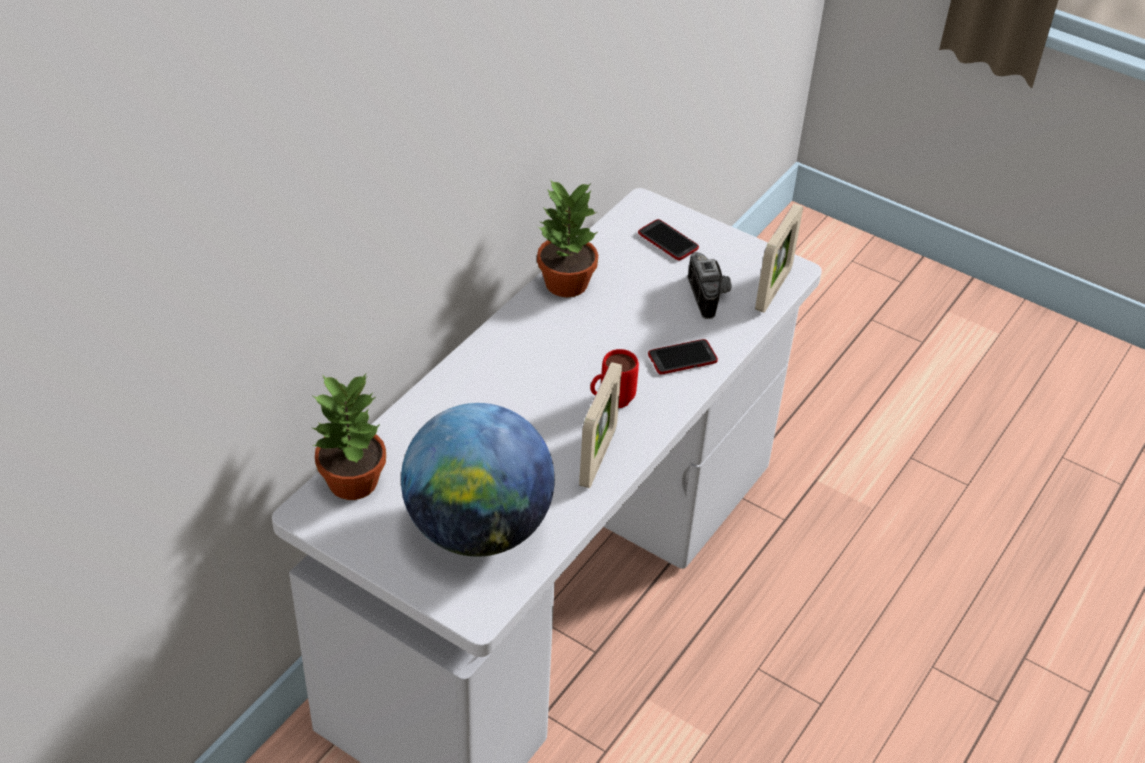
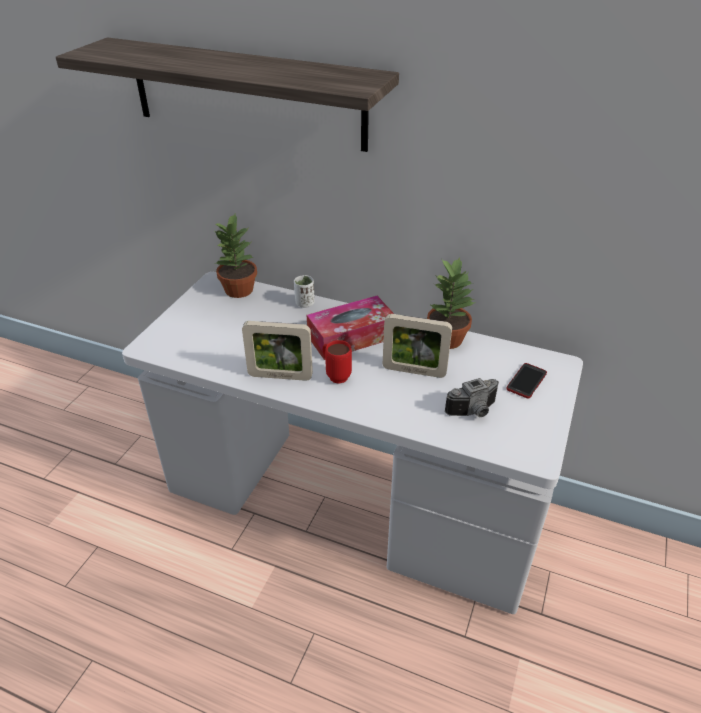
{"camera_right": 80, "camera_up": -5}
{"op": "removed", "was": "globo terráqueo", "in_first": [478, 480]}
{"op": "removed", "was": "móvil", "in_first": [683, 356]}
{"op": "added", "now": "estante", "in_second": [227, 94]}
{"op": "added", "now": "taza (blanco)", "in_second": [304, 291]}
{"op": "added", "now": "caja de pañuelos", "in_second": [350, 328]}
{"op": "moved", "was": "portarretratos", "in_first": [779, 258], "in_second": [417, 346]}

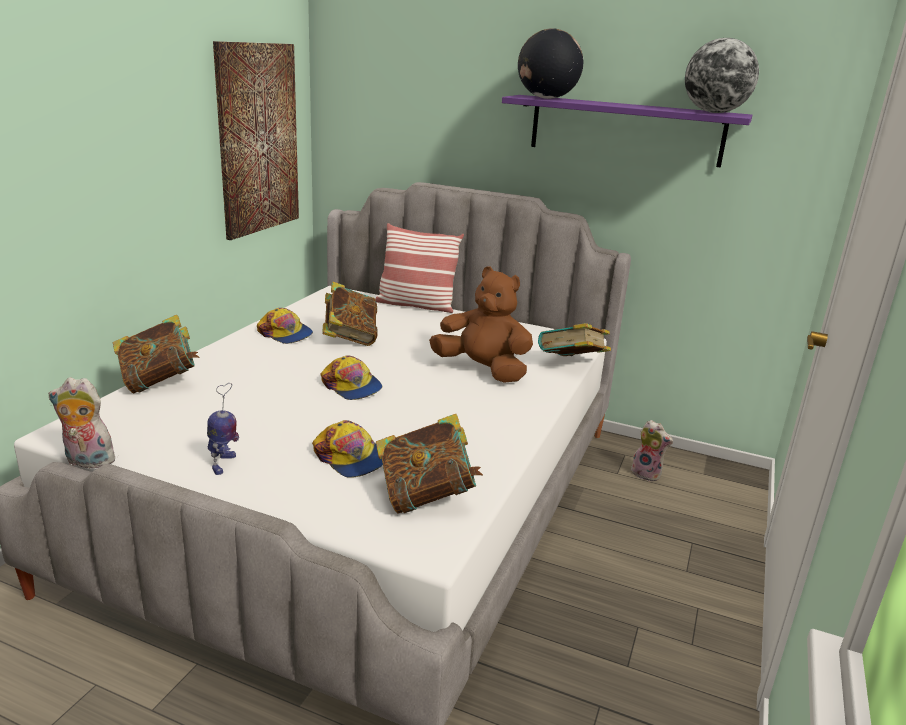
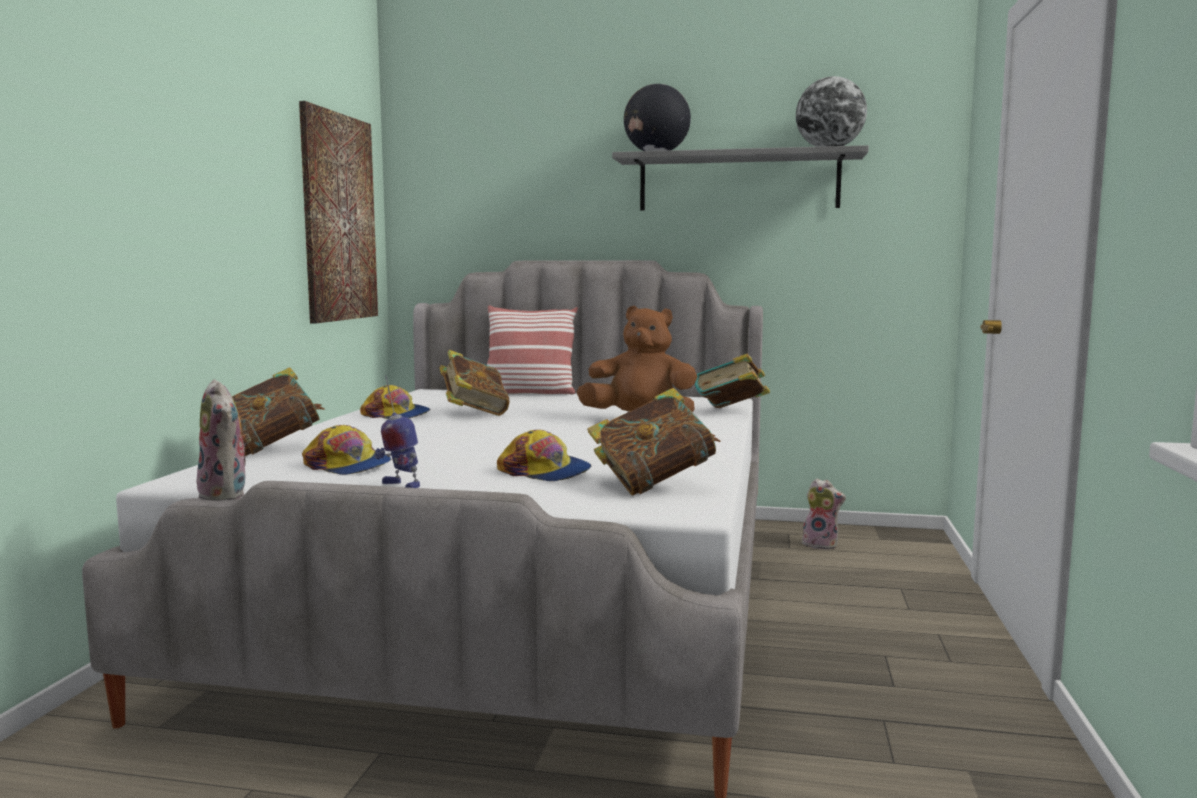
{"camera_right": -10, "camera_up": -15}
{"op": "moved", "was": "gorra", "in_first": [351, 377], "in_second": [346, 450]}
{"op": "recoloured", "was": "estante (morado)", "now": "estante (gris)", "in_first": [627, 131], "in_second": [740, 178]}
{"op": "turned", "was": "peluche", "in_first": [83, 422], "in_second": [224, 440], "clockwise": -120}
{"op": "turned", "was": "robot de juguete", "in_first": [223, 429], "in_second": [397, 431], "clockwise": 135}

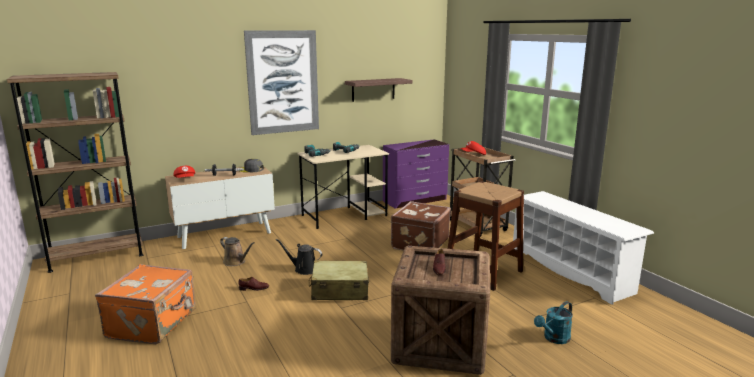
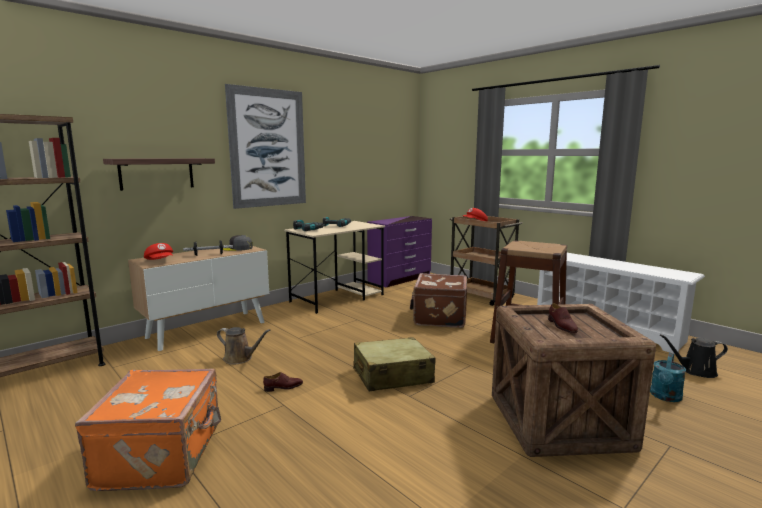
{"camera_right": -15, "camera_up": -5}
{"op": "moved", "was": "regadera (negro)", "in_first": [299, 257], "in_second": [694, 356]}
{"op": "moved", "was": "estante", "in_first": [378, 90], "in_second": [159, 174]}

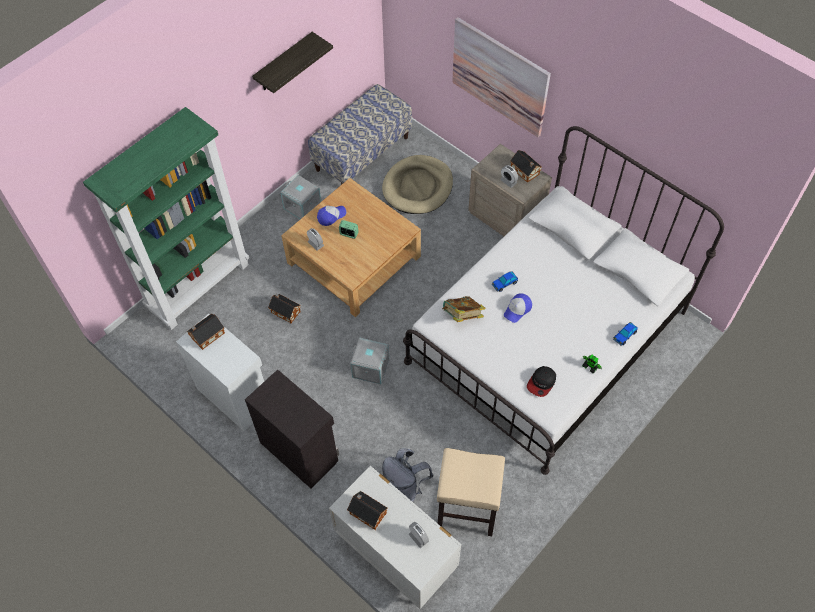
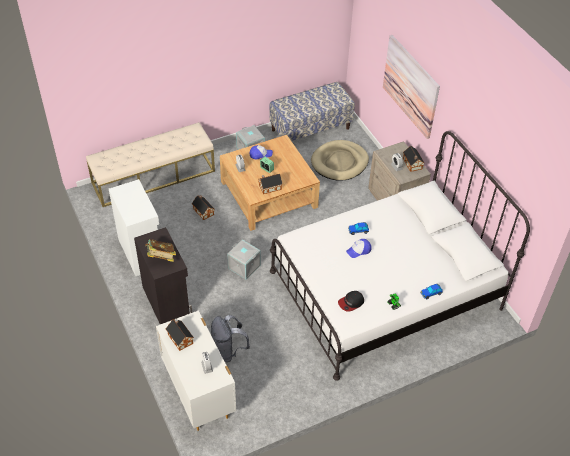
{"camera_right": 20, "camera_up": -10}
{"op": "removed", "was": "estante", "in_first": [292, 62]}
{"op": "removed", "was": "taburete (beis)", "in_first": [471, 492]}
{"op": "moved", "was": "casita", "in_first": [206, 332], "in_second": [270, 184]}
{"op": "moved", "was": "libro", "in_first": [463, 309], "in_second": [160, 250]}
{"op": "replaced", "was": "estantería (verde)", "now": "banco (beis)", "in_first": [166, 218], "in_second": [150, 164]}

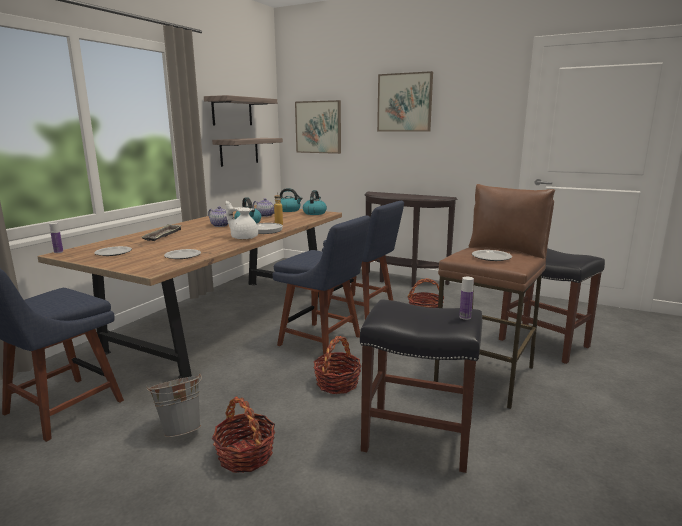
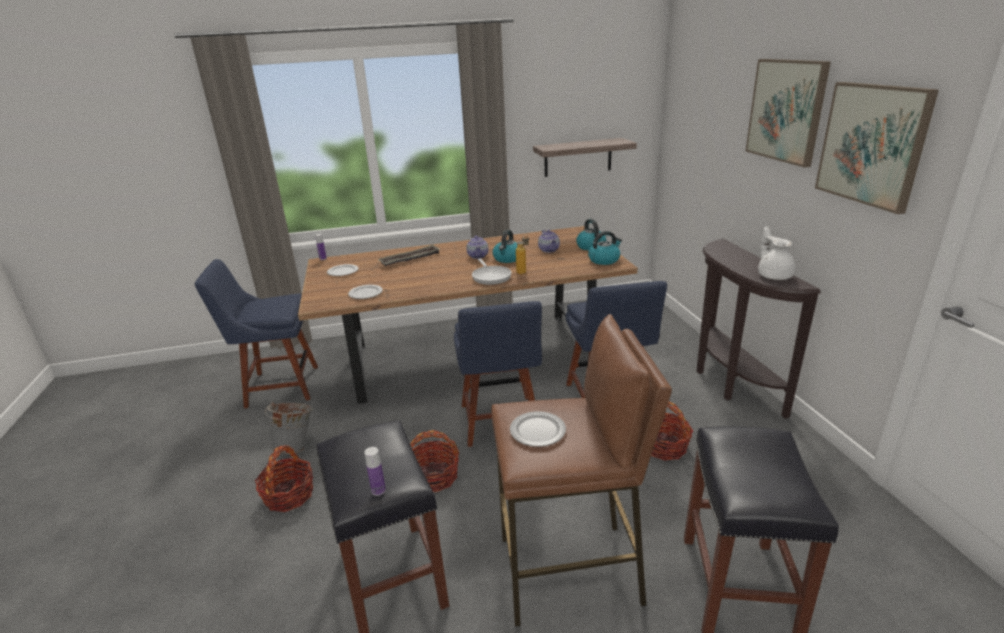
{"camera_right": 50, "camera_up": 10}
{"op": "removed", "was": "estante", "in_first": [240, 110]}
{"op": "moved", "was": "tetera (blanco)", "in_first": [242, 220], "in_second": [776, 253]}
{"op": "moved", "was": "cuadro", "in_first": [318, 127], "in_second": [877, 148]}

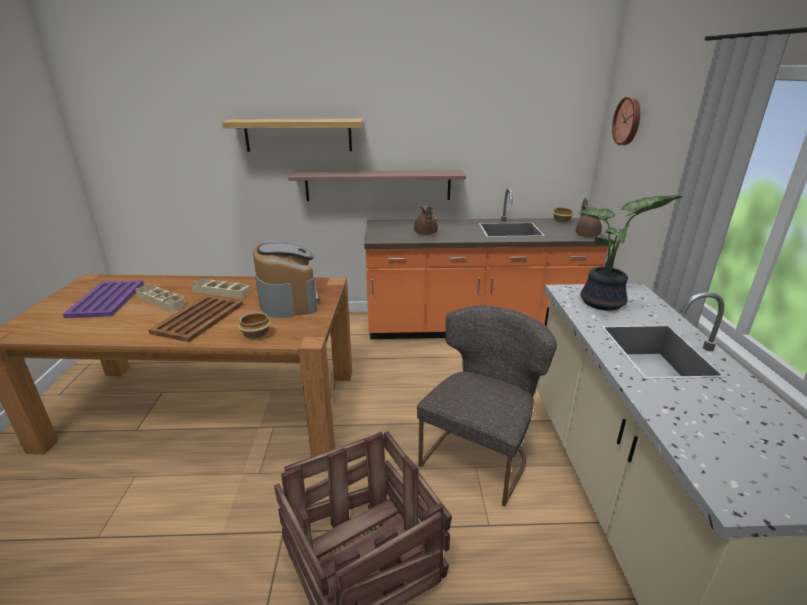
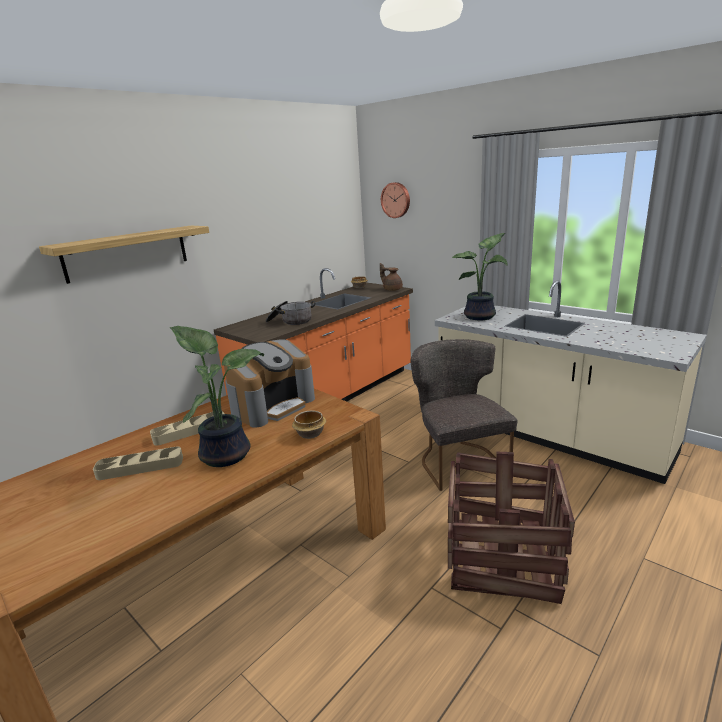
{"camera_right": -45, "camera_up": -5}
{"op": "removed", "was": "bandeja (morado)", "in_first": [103, 299]}
{"op": "removed", "was": "estante", "in_first": [377, 185]}
{"op": "replaced", "was": "bandeja (marrón)", "now": "planta en maceta", "in_first": [196, 318], "in_second": [217, 396]}
{"op": "replaced", "was": "tetera (marrón)", "now": "olla", "in_first": [426, 220], "in_second": [291, 313]}
{"op": "turned", "was": "cafetera", "in_first": [286, 278], "in_second": [269, 384], "clockwise": 105}

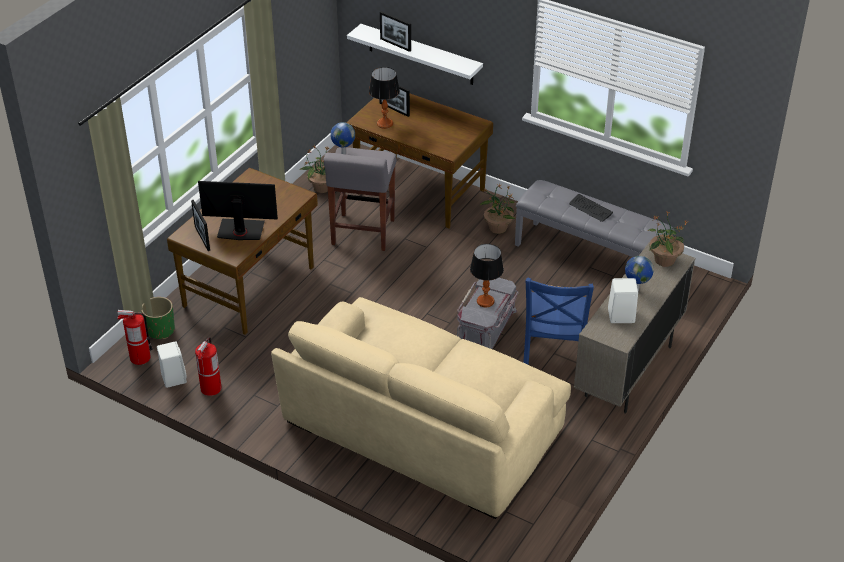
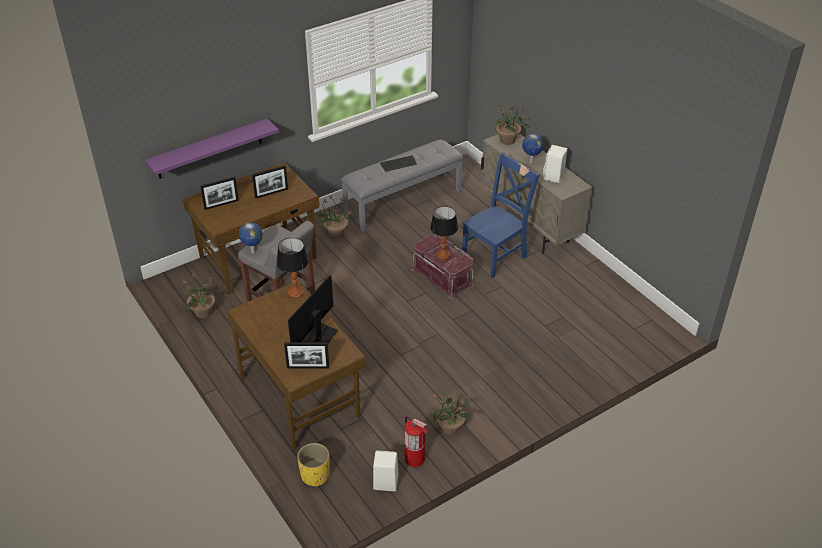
{"camera_right": -65, "camera_up": 0}
{"op": "removed", "was": "extintor", "in_first": [135, 337]}
{"op": "removed", "was": "sofá (beis)", "in_first": [421, 408]}
{"op": "added", "now": "planta en maceta", "in_second": [452, 412]}
{"op": "moved", "was": "lámpara de mesa", "in_first": [384, 98], "in_second": [293, 268]}
{"op": "moved", "was": "portarretratos", "in_first": [395, 31], "in_second": [270, 181]}
{"op": "recoloured", "was": "maceta (verde)", "now": "maceta (amarillo)", "in_first": [158, 318], "in_second": [313, 465]}
{"op": "recoloured", "was": "estante (blanco)", "now": "estante (morado)", "in_first": [415, 54], "in_second": [212, 148]}
{"op": "recoloured", "was": "caja de almacenaje (gris)", "now": "caja de almacenaje (rojo)", "in_first": [487, 313], "in_second": [443, 267]}
{"op": "turned", "was": "silla (azul)", "in_first": [558, 321], "in_second": [501, 215], "clockwise": -75}

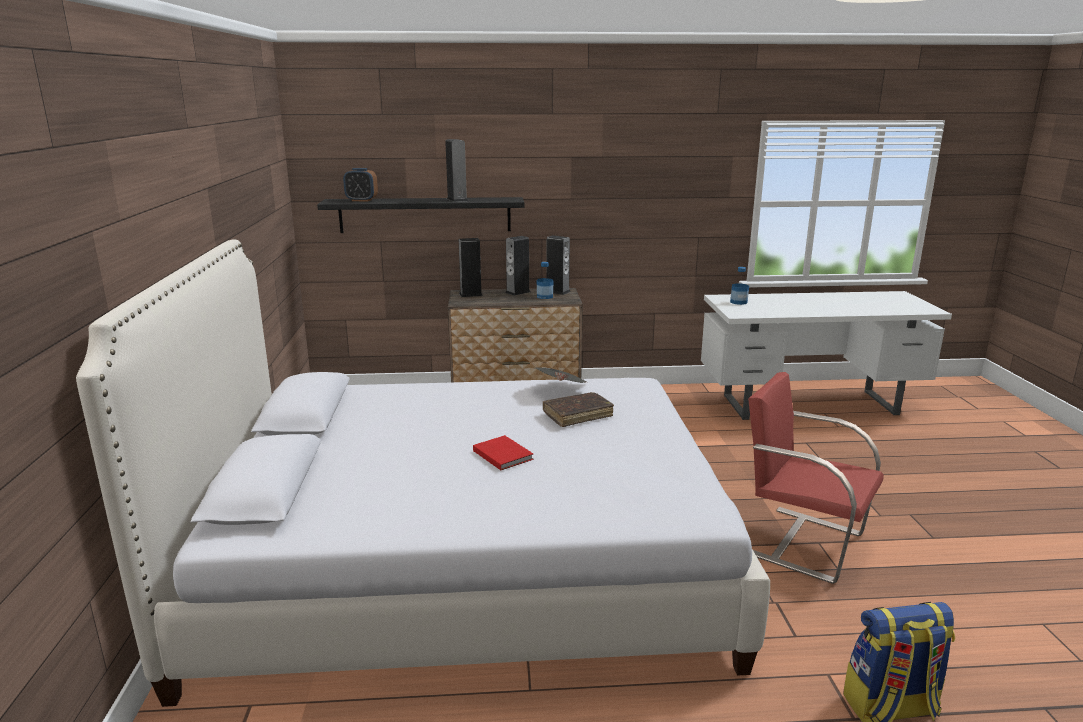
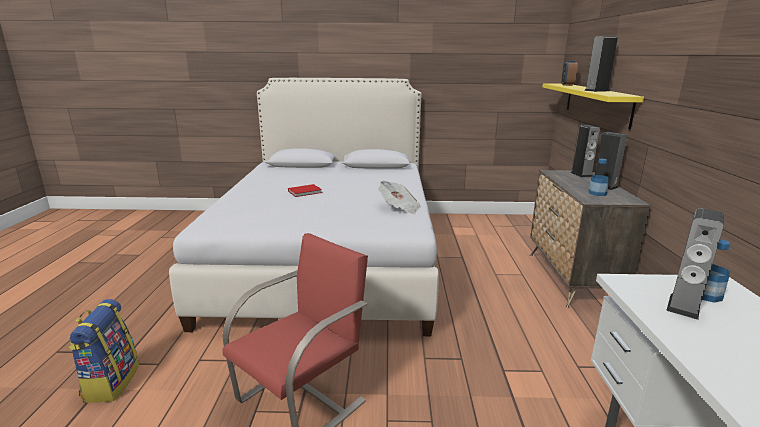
{"camera_right": 95, "camera_up": 0}
{"op": "removed", "was": "libro (marrón)", "in_first": [578, 409]}
{"op": "moved", "was": "altavoz", "in_first": [559, 265], "in_second": [695, 264]}
{"op": "recoloured", "was": "estante (negro)", "now": "estante (amarillo)", "in_first": [421, 215], "in_second": [593, 106]}

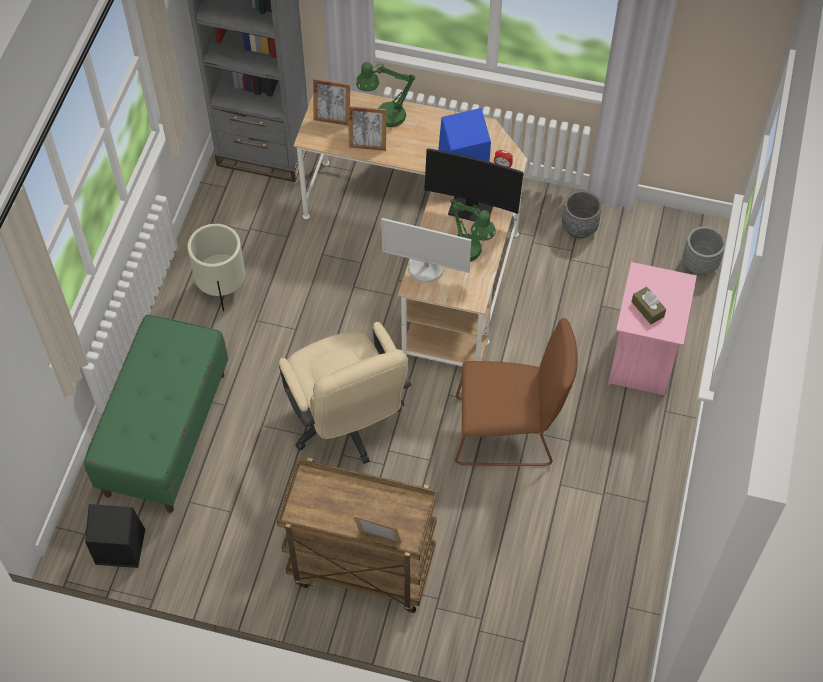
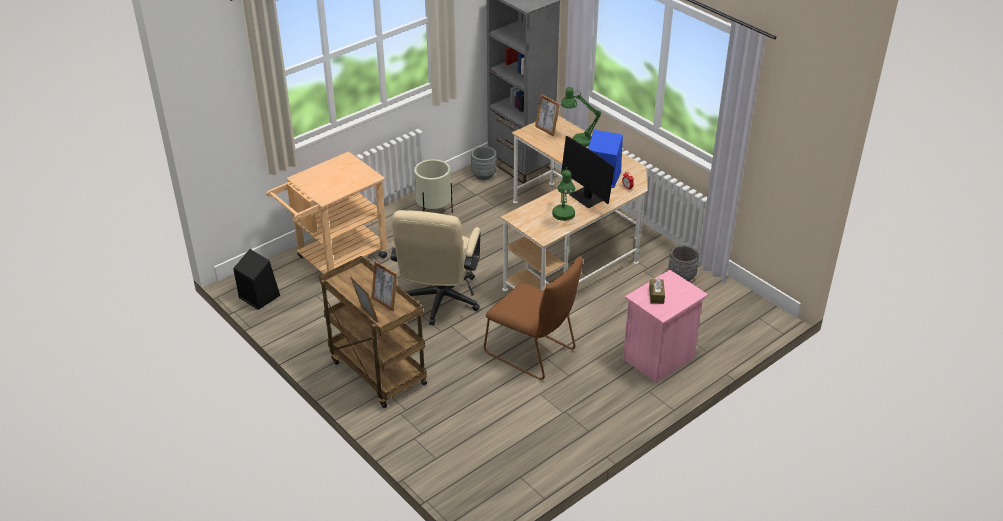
{"camera_right": 35, "camera_up": -20}
{"op": "removed", "was": "monitor", "in_first": [426, 250]}
{"op": "moved", "was": "portarretratos", "in_first": [367, 128], "in_second": [384, 286]}
{"op": "moved", "was": "maceta (gris)", "in_first": [704, 250], "in_second": [484, 163]}
{"op": "replaced", "was": "banco (verde)", "now": "carrito (beis)", "in_first": [156, 414], "in_second": [327, 212]}

